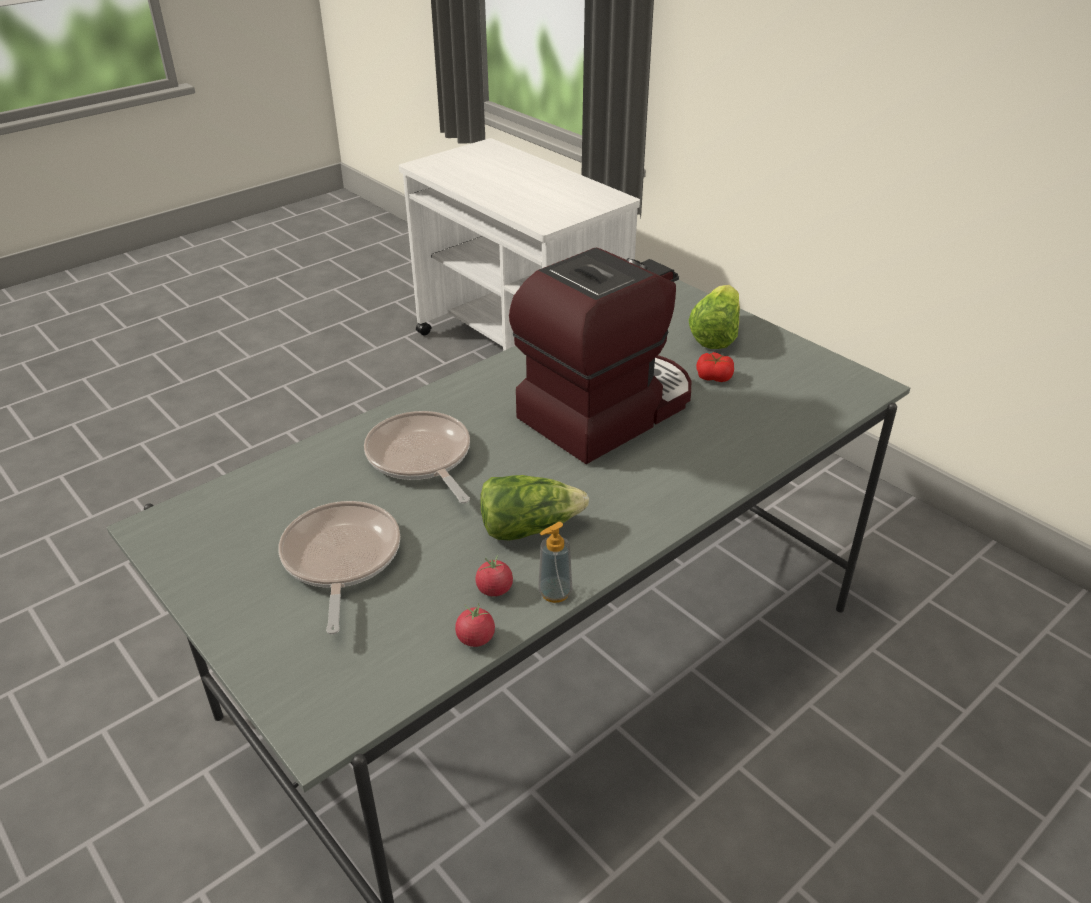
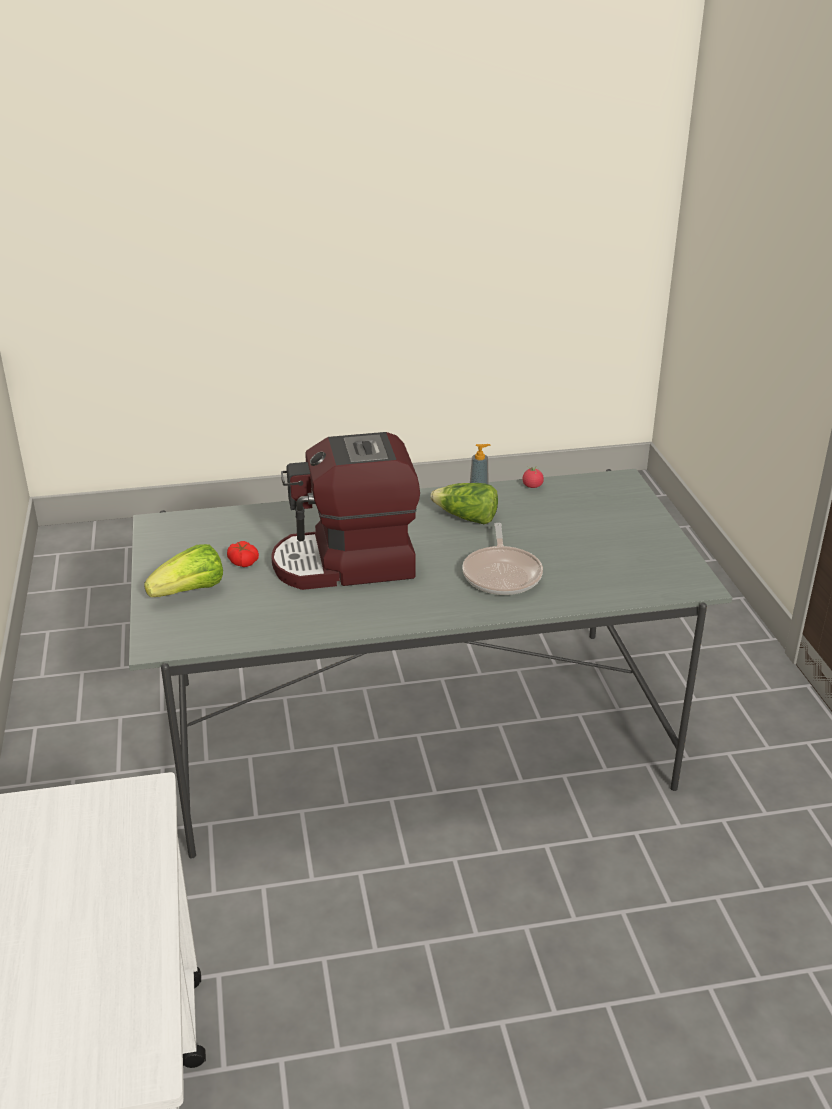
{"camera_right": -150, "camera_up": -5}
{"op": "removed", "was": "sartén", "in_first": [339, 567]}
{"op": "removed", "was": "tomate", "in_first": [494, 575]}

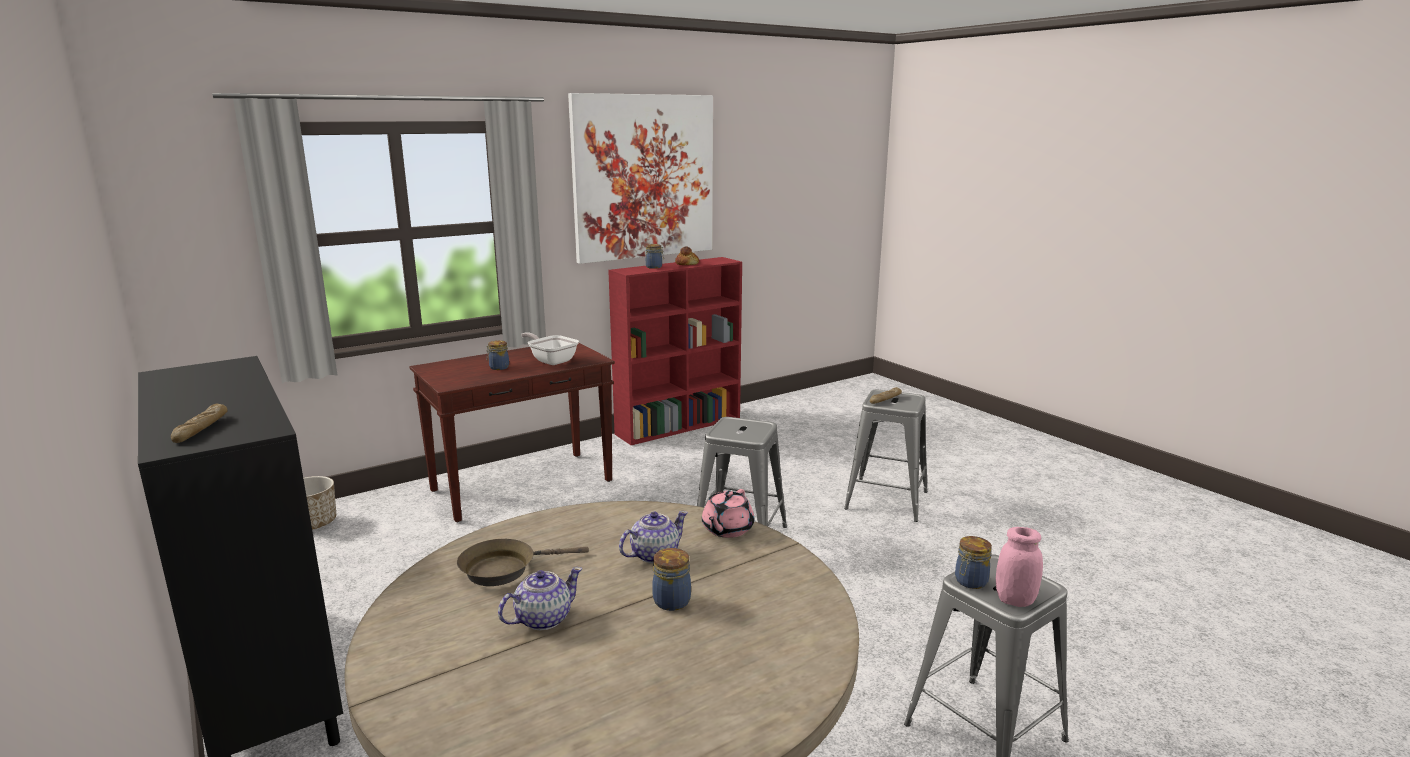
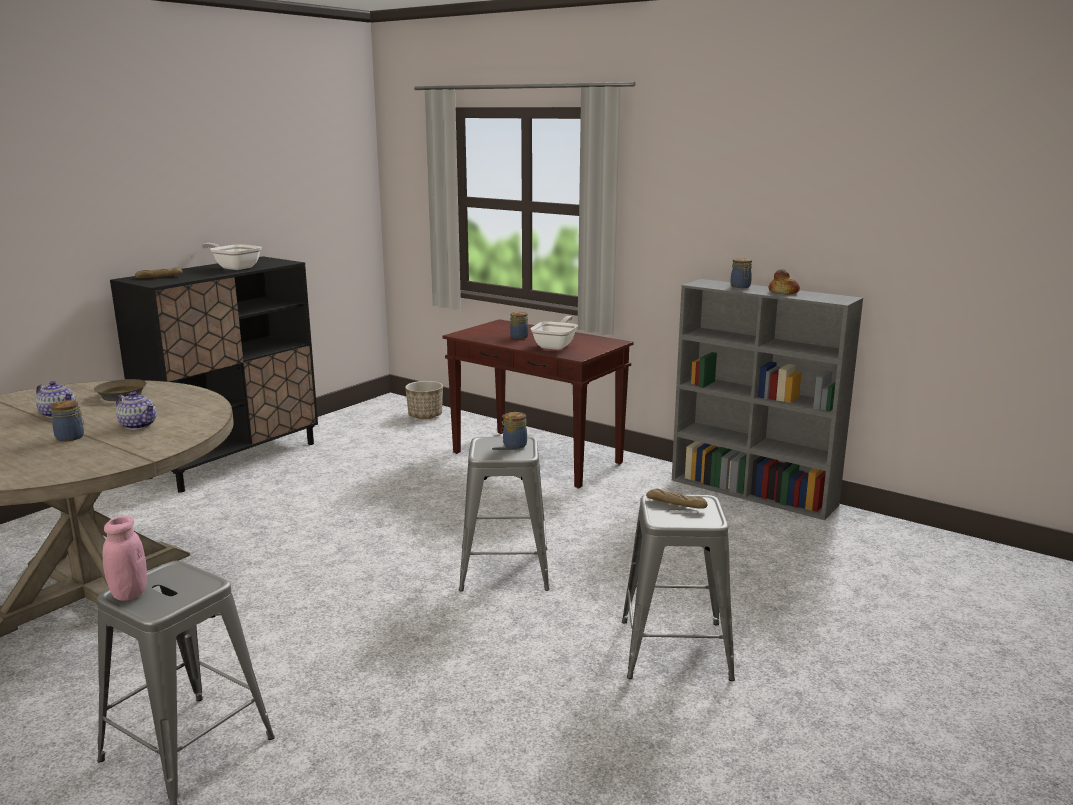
{"camera_right": 70, "camera_up": 0}
{"op": "removed", "was": "cuadro", "in_first": [640, 178]}
{"op": "removed", "was": "tetera (rosa)", "in_first": [728, 513]}
{"op": "added", "now": "sartén", "in_second": [232, 256]}
{"op": "moved", "was": "tarro", "in_first": [973, 562], "in_second": [514, 430]}
{"op": "recoloured", "was": "estantería (rojo)", "now": "estantería (gris)", "in_first": [675, 351], "in_second": [767, 399]}

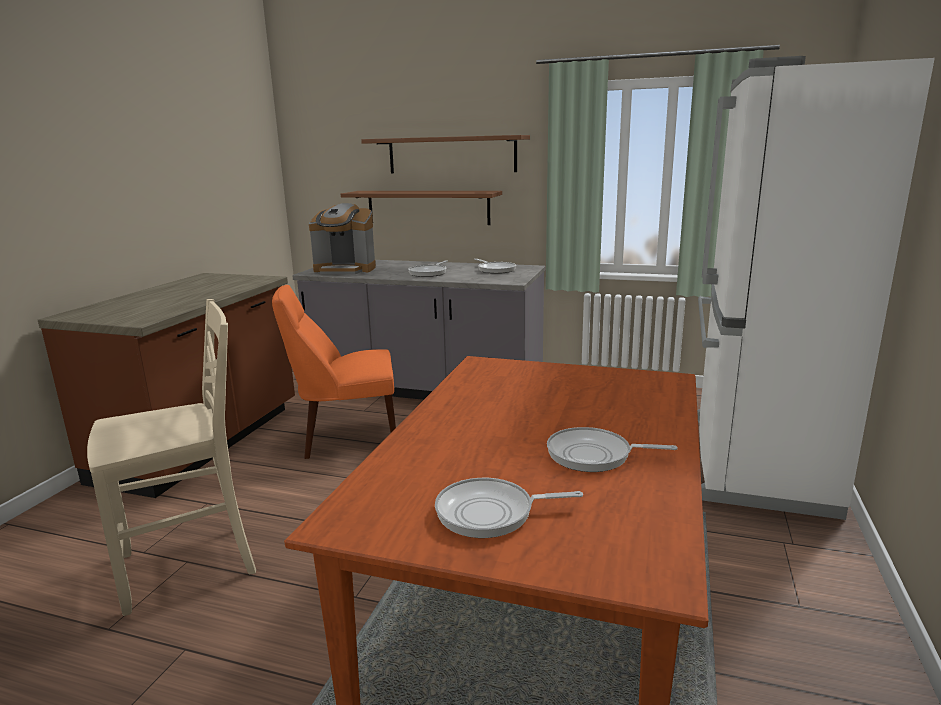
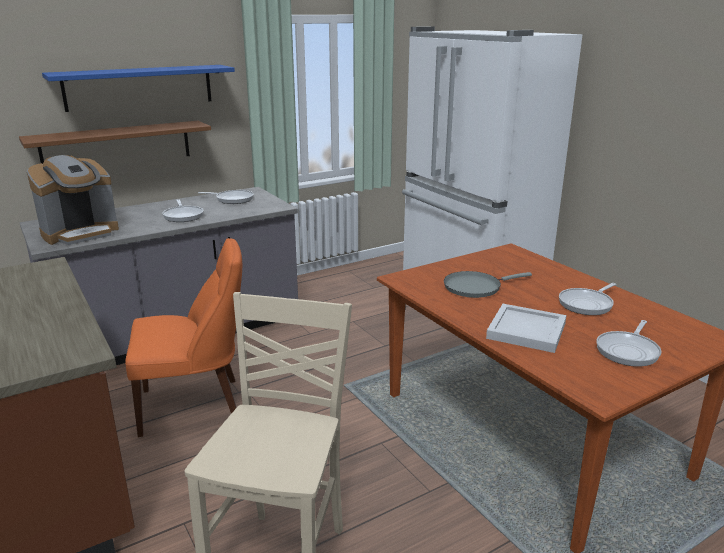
{"camera_right": -50, "camera_up": 5}
{"op": "added", "now": "sartén (gris)", "in_second": [488, 284]}
{"op": "added", "now": "bandeja (blanco)", "in_second": [526, 328]}
{"op": "recoloured", "was": "estante (marrón)", "now": "estante (azul)", "in_first": [445, 154], "in_second": [138, 88]}
{"op": "turned", "was": "silla (naranja)", "in_first": [334, 372], "in_second": [183, 337], "clockwise": -135}

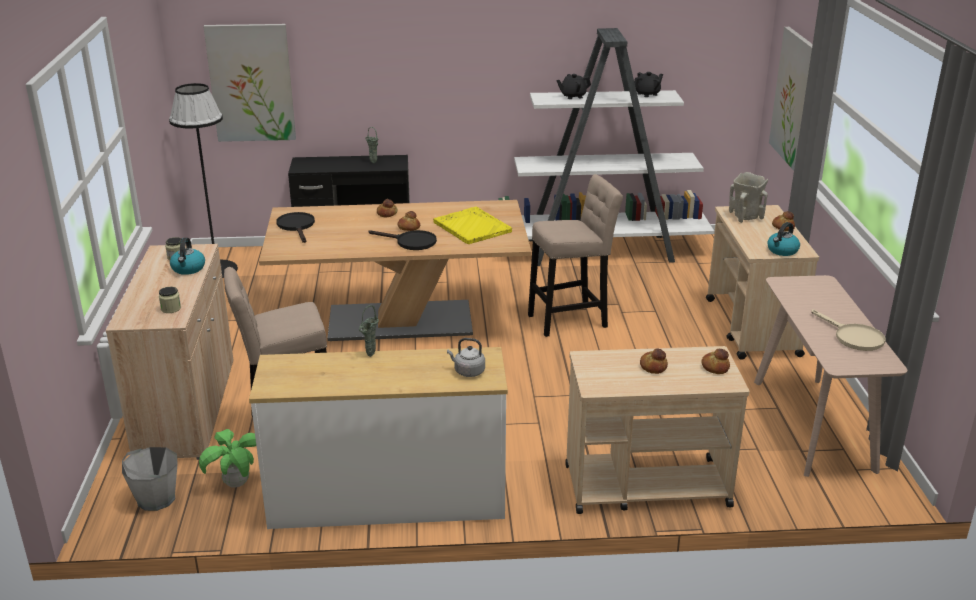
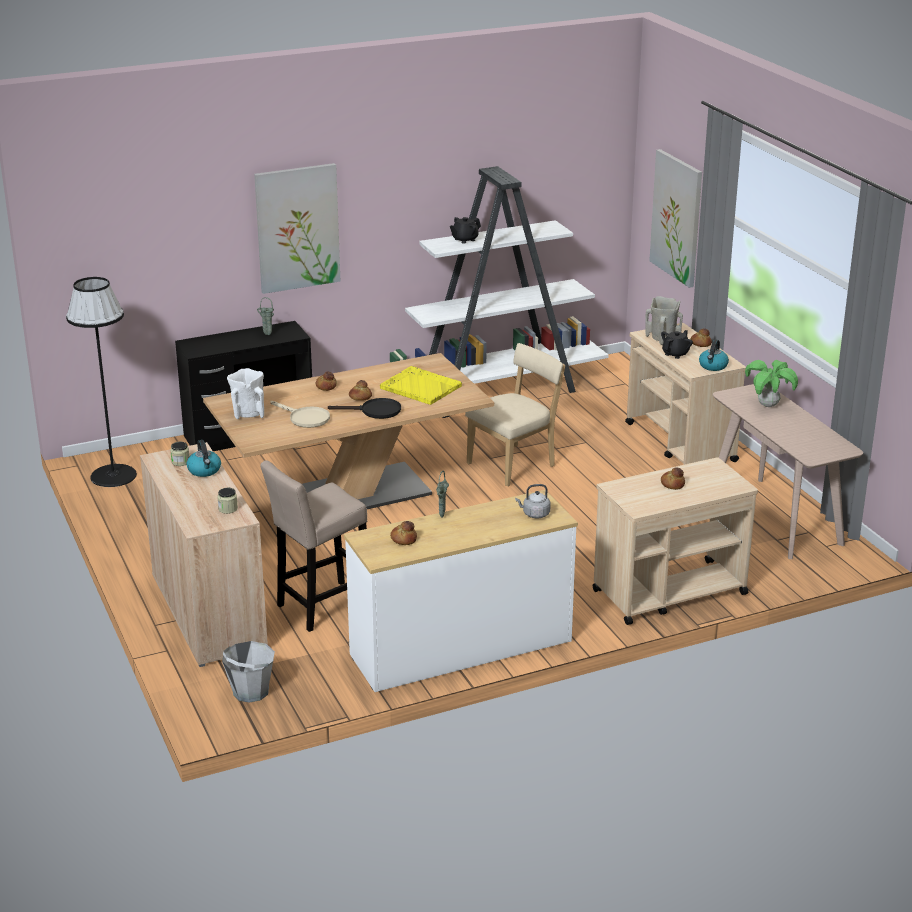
{"camera_right": -20, "camera_up": 0}
{"op": "moved", "was": "planta en maceta", "in_first": [227, 458], "in_second": [771, 383]}
{"op": "moved", "was": "cuadro", "in_first": [249, 83], "in_second": [297, 228]}
{"op": "moved", "was": "tetera (negro)", "in_first": [648, 84], "in_second": [677, 344]}
{"op": "moved", "was": "pan", "in_first": [715, 361], "in_second": [403, 533]}
{"op": "moved", "was": "sartén (beis)", "in_first": [848, 330], "in_second": [300, 414]}
{"op": "replaced", "was": "sartén (negro)", "now": "florero (blanco)", "in_first": [295, 227], "in_second": [245, 393]}
{"op": "replaced", "was": "taburete (beis)", "now": "silla (beis)", "in_first": [575, 255], "in_second": [515, 414]}

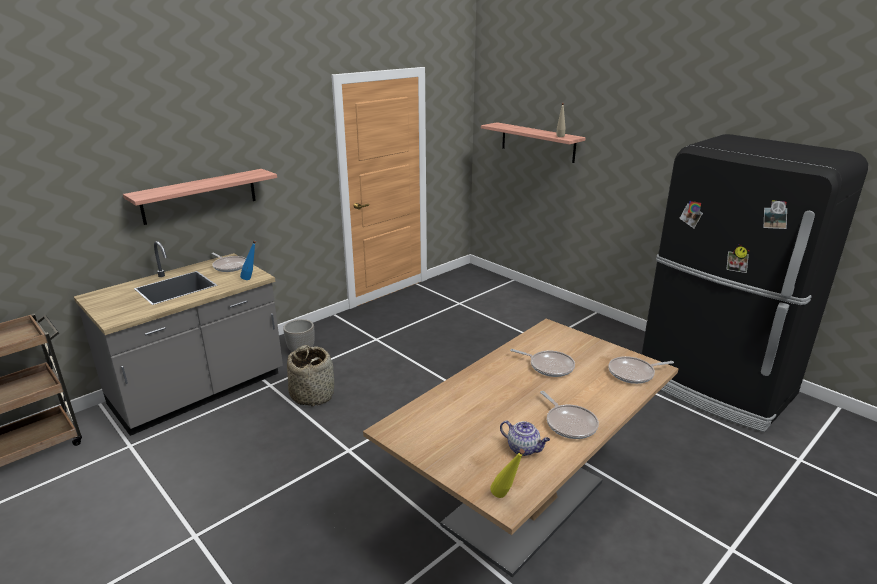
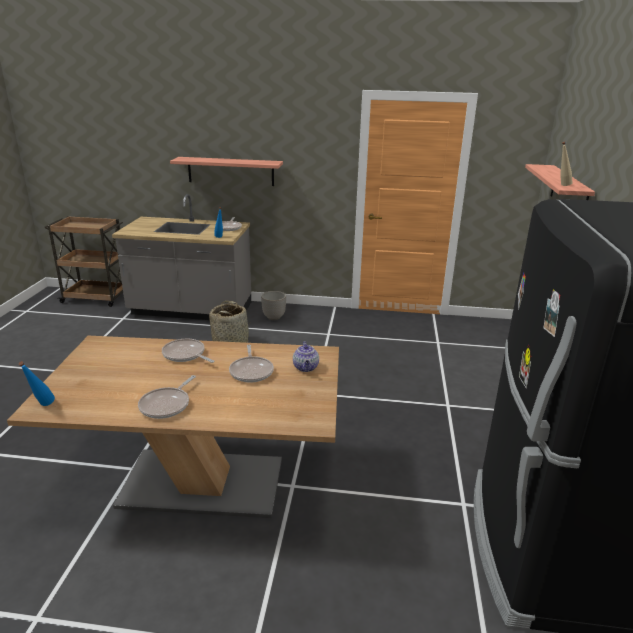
{"camera_right": 50, "camera_up": 0}
{"op": "moved", "was": "tetera", "in_first": [525, 438], "in_second": [306, 356]}
{"op": "moved", "was": "sartén", "in_first": [641, 370], "in_second": [188, 351]}
{"op": "recoloured", "was": "botella (amarillo)", "now": "botella (azul)", "in_first": [507, 473], "in_second": [37, 383]}

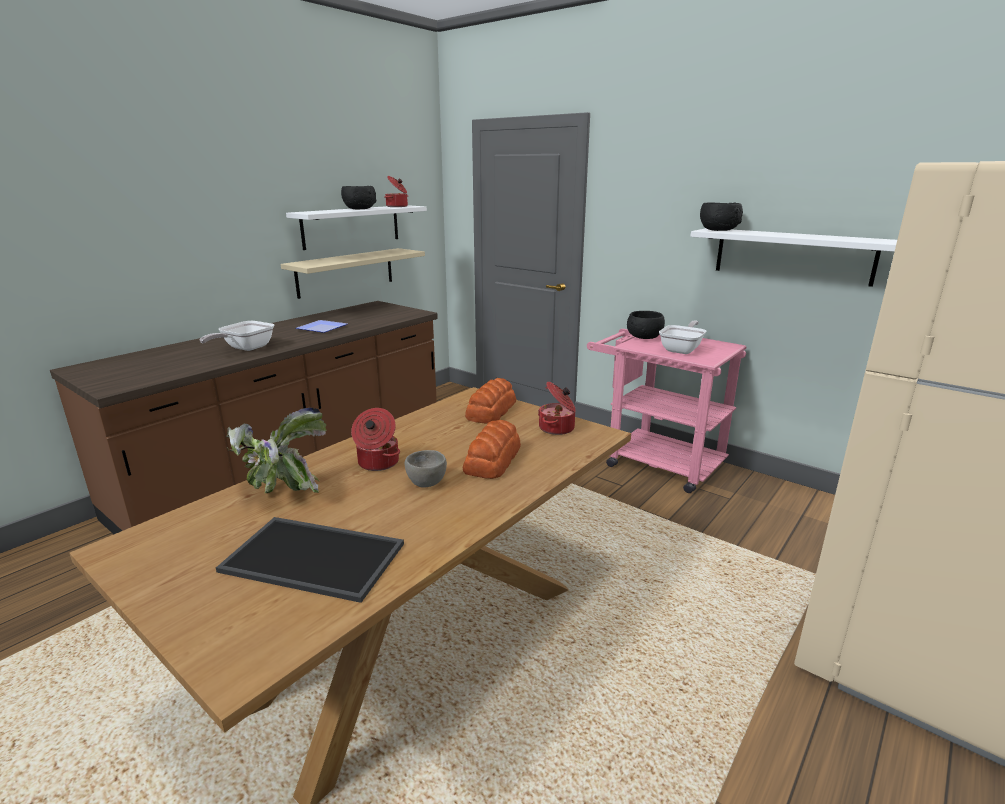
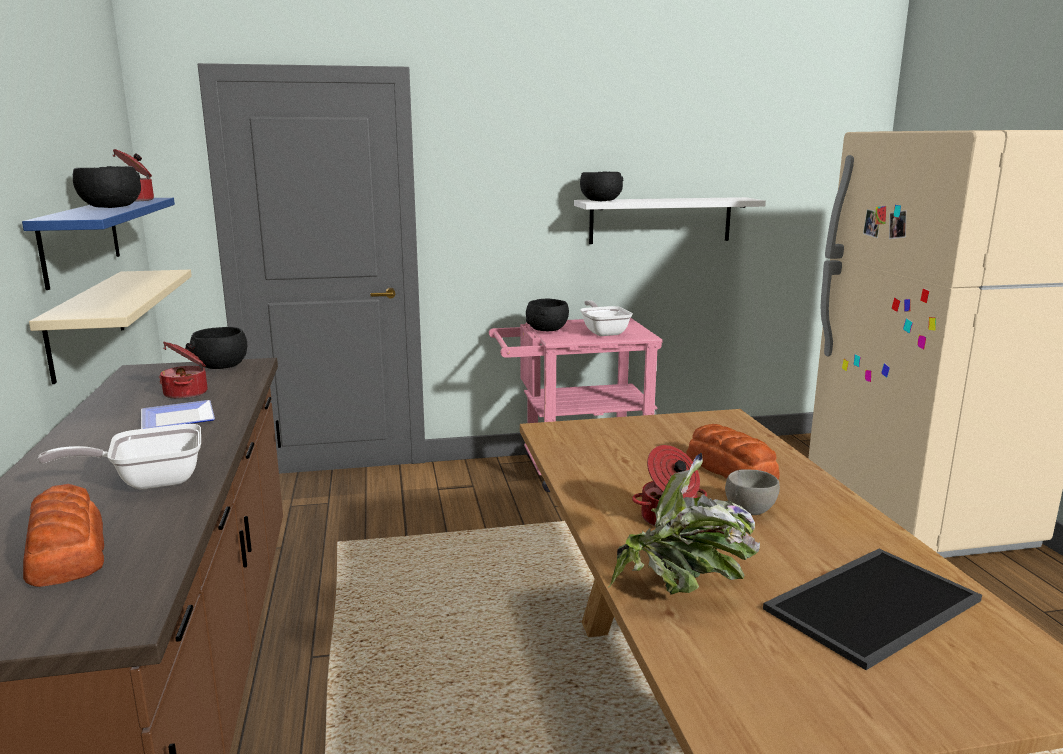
{"camera_right": -50, "camera_up": -5}
{"op": "added", "now": "cuenco (negro)", "in_second": [218, 348]}
{"op": "moved", "was": "pan", "in_first": [490, 401], "in_second": [63, 535]}
{"op": "moved", "was": "olla", "in_first": [557, 408], "in_second": [183, 370]}
{"op": "recoloured", "was": "estante (blanco)", "now": "estante (azul)", "in_first": [356, 227], "in_second": [98, 244]}
{"op": "turned", "was": "sartén", "in_first": [237, 336], "in_second": [119, 457], "clockwise": 90}

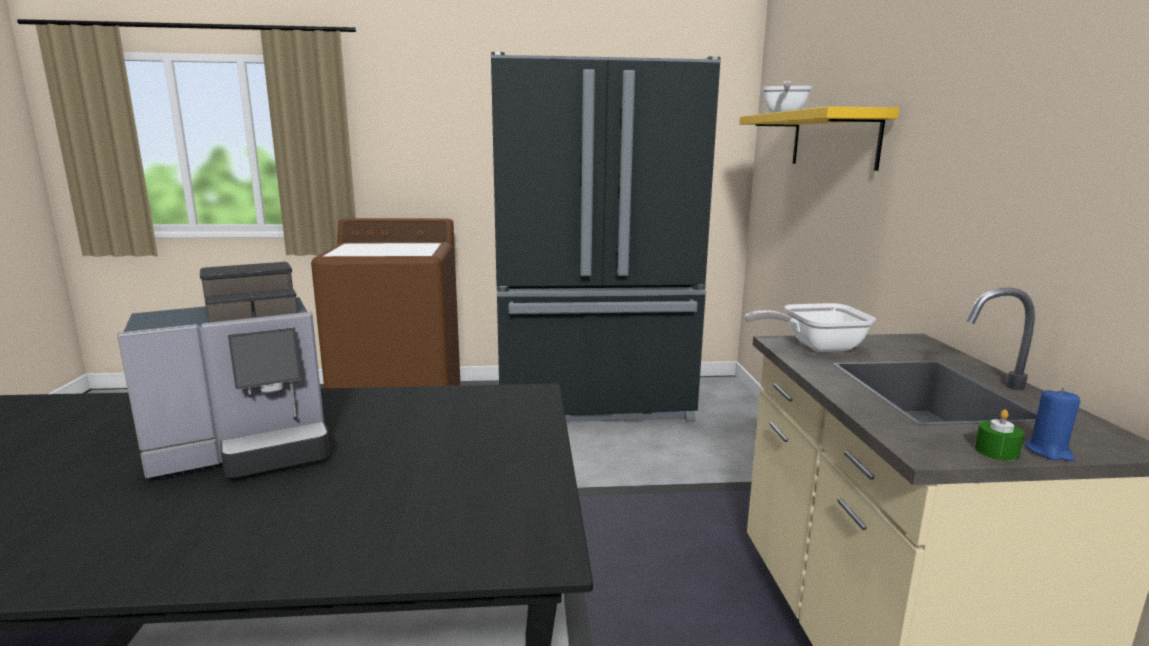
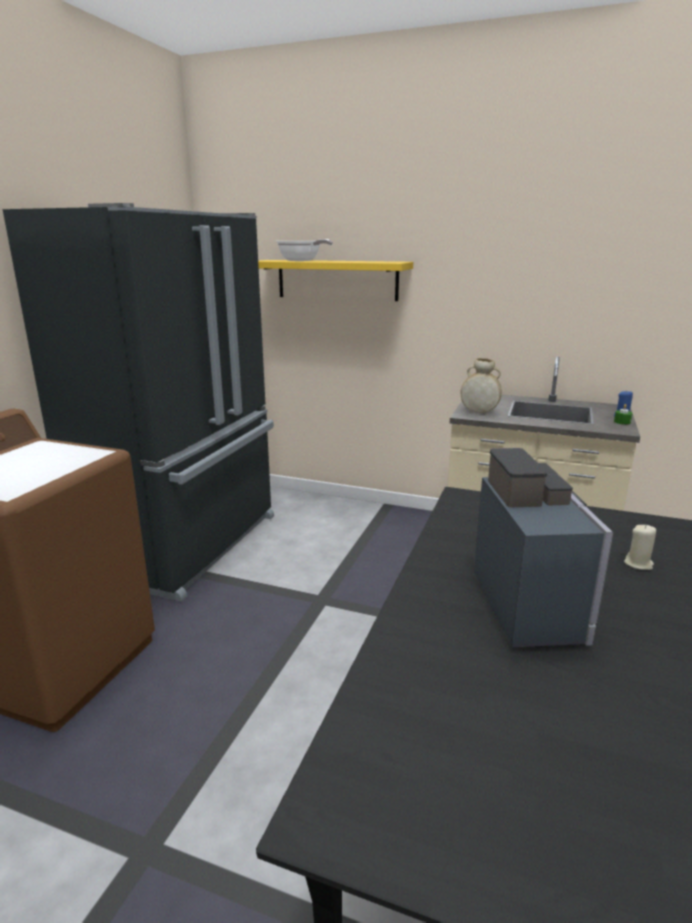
{"camera_right": -65, "camera_up": 5}
{"op": "added", "now": "vela (beis)", "in_second": [640, 547]}
{"op": "replaced", "was": "sartén", "now": "florero (beis)", "in_first": [810, 327], "in_second": [481, 385]}

